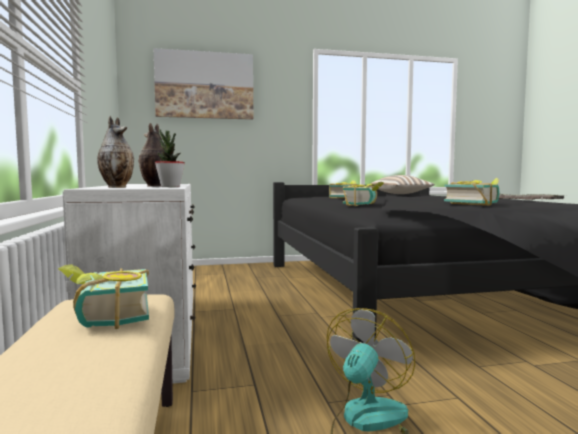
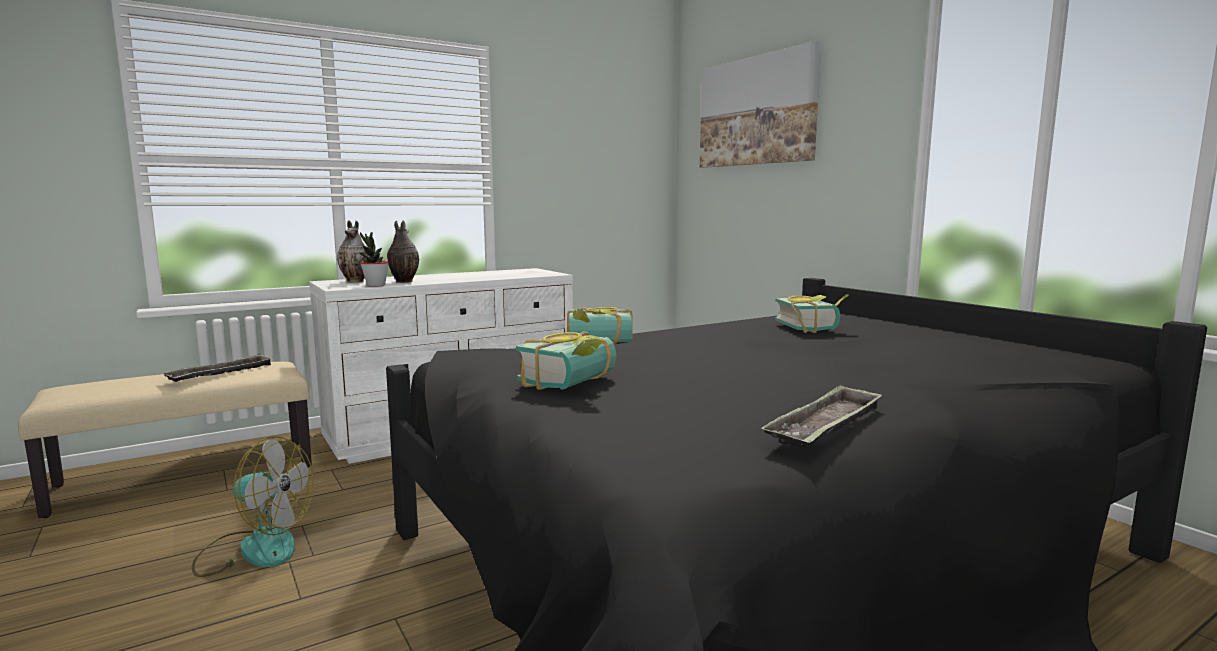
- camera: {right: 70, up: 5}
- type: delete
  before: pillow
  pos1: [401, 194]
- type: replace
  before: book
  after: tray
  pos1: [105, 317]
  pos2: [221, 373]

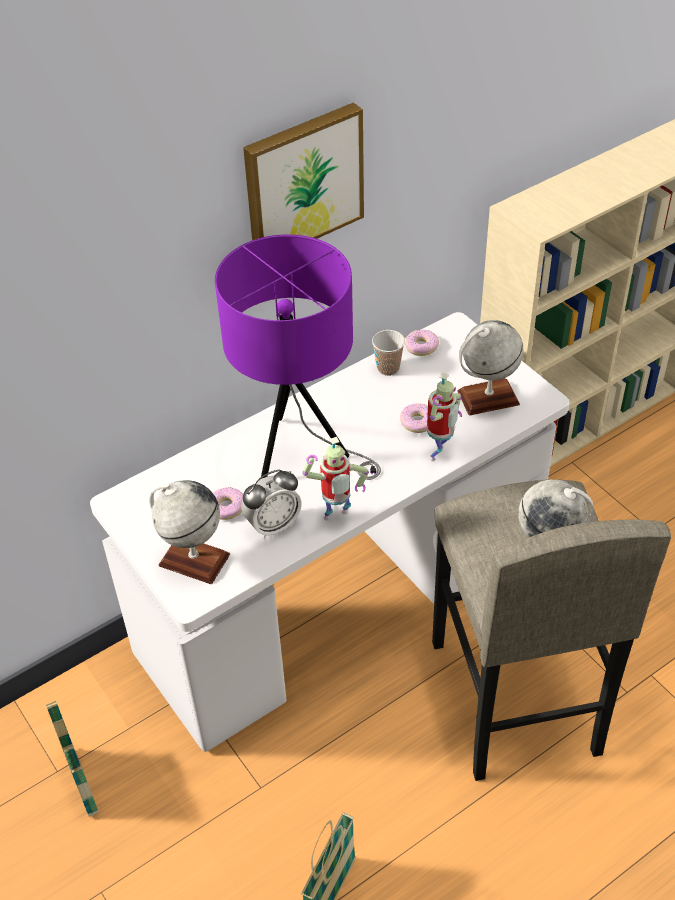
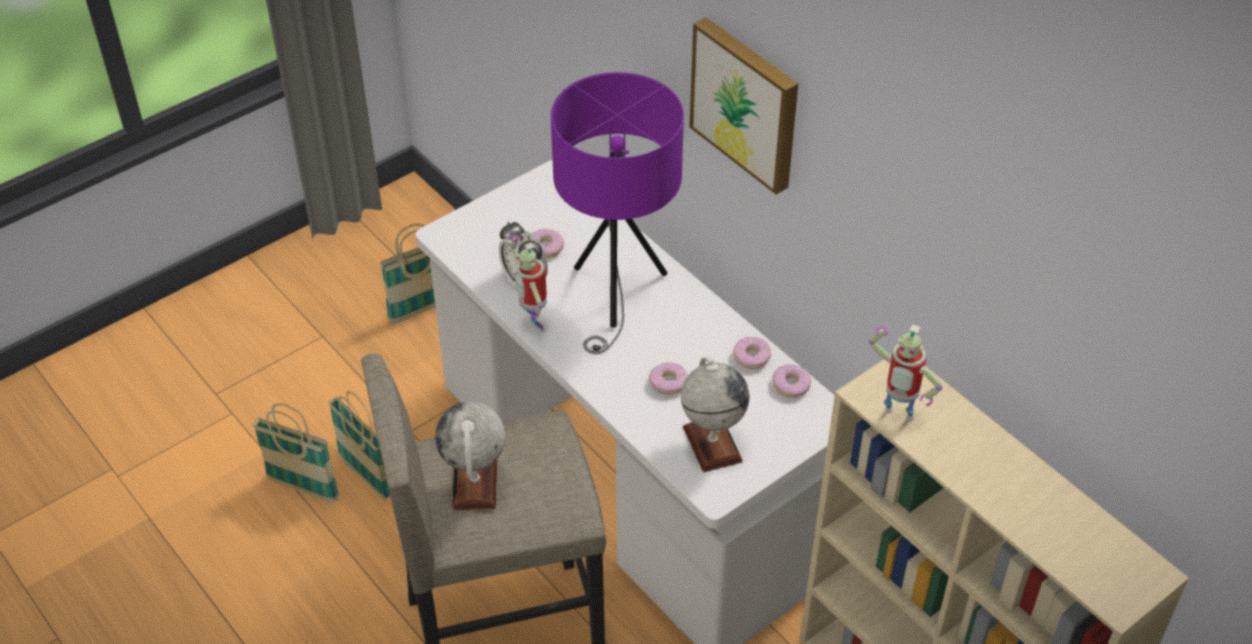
- camera: {right: 85, up: 0}
- type: replace
  before: cup
  after: donut
  pos1: [388, 368]
  pos2: [751, 357]
- type: move
  before: toy robot
  pos1: [439, 454]
  pos2: [896, 417]
- type: delete
  before: globe
  pos1: [194, 560]
- type: insert
  after: basket
  pos2: [366, 477]

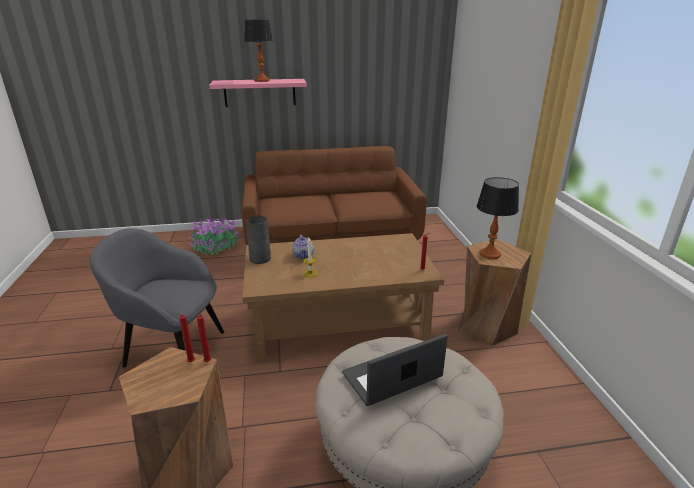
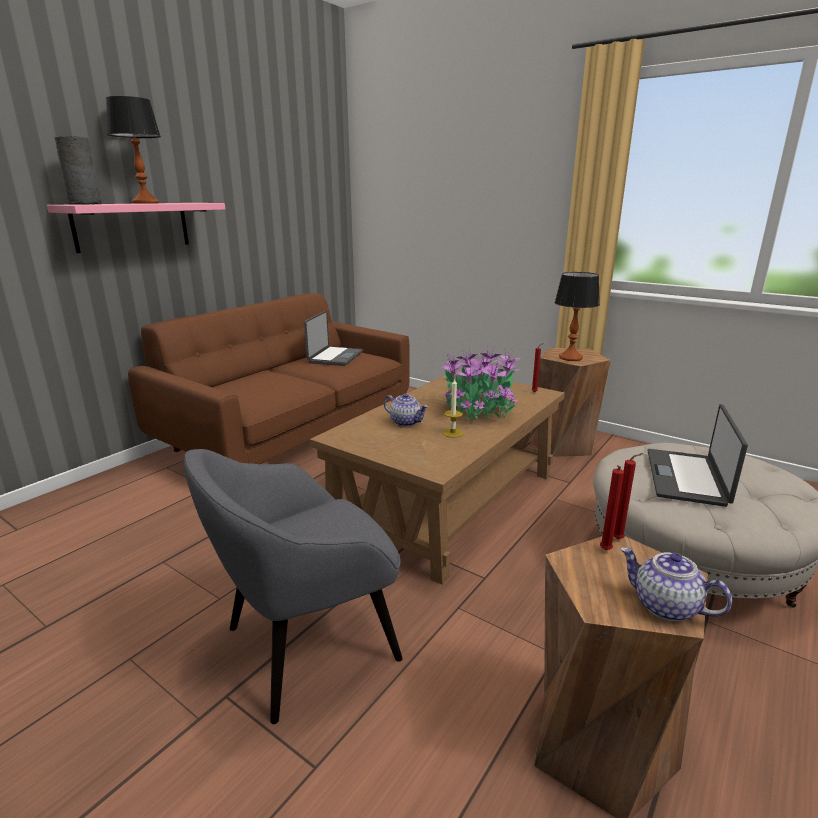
- camera: {right: -45, up: -5}
- type: move
  before: potted plant
  pos1: [216, 248]
  pos2: [479, 409]
- type: move
  before: vase/grey
  pos1: [260, 259]
  pos2: [86, 204]
- type: insert
  after: laptop
  pos2: [334, 357]
- type: insert
  after: teapot
  pos2: [665, 606]

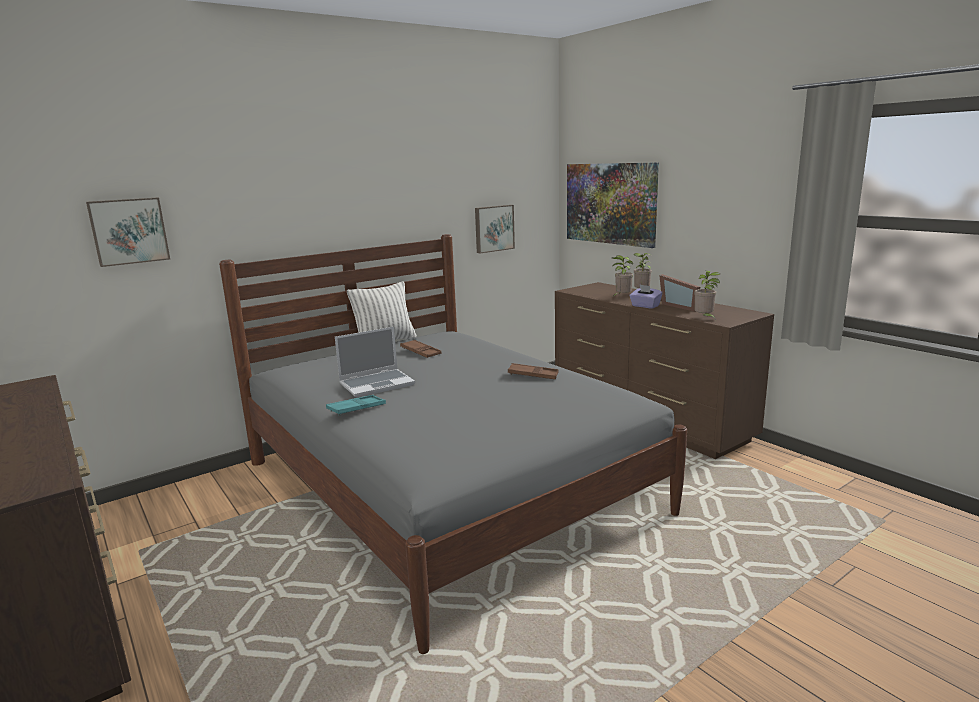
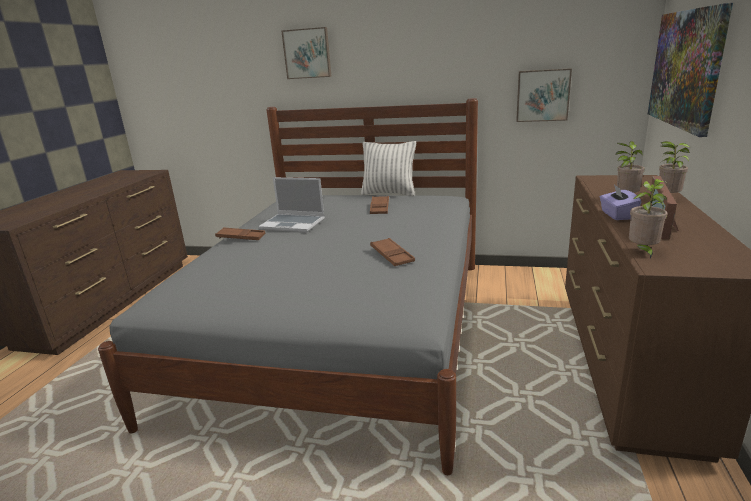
- camera: {right: 50, up: 5}
- type: move
  before: picture
  pos1: [129, 231]
  pos2: [307, 53]
- type: recolor
  before: tray/turquoise
  after: tray/brown
  pos1: [356, 408]
  pos2: [241, 237]

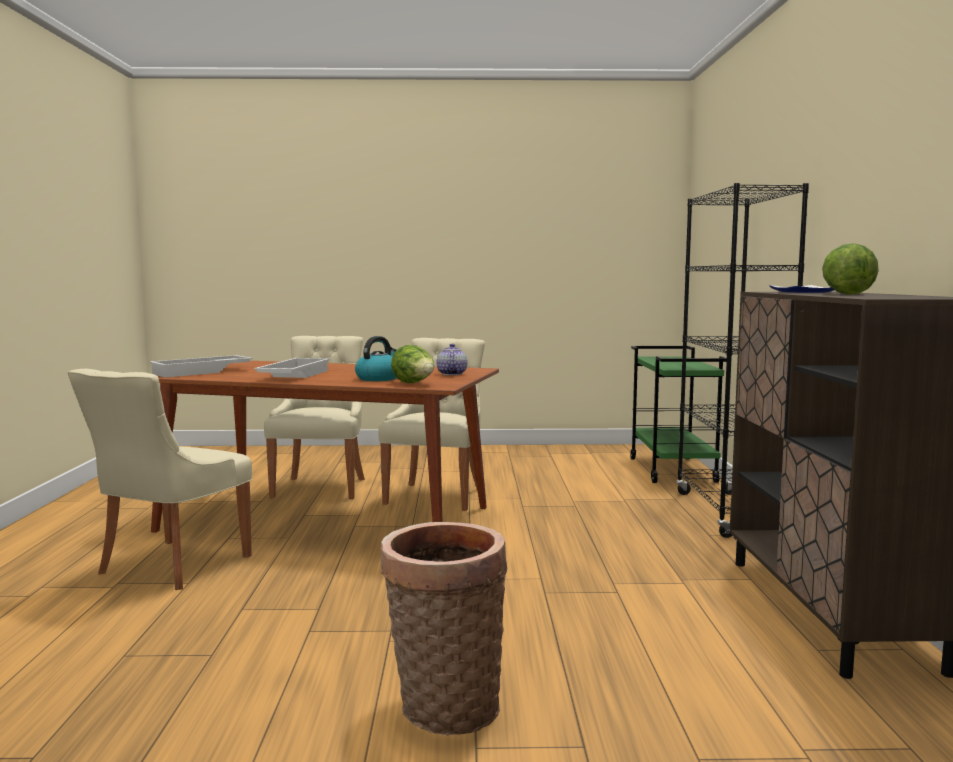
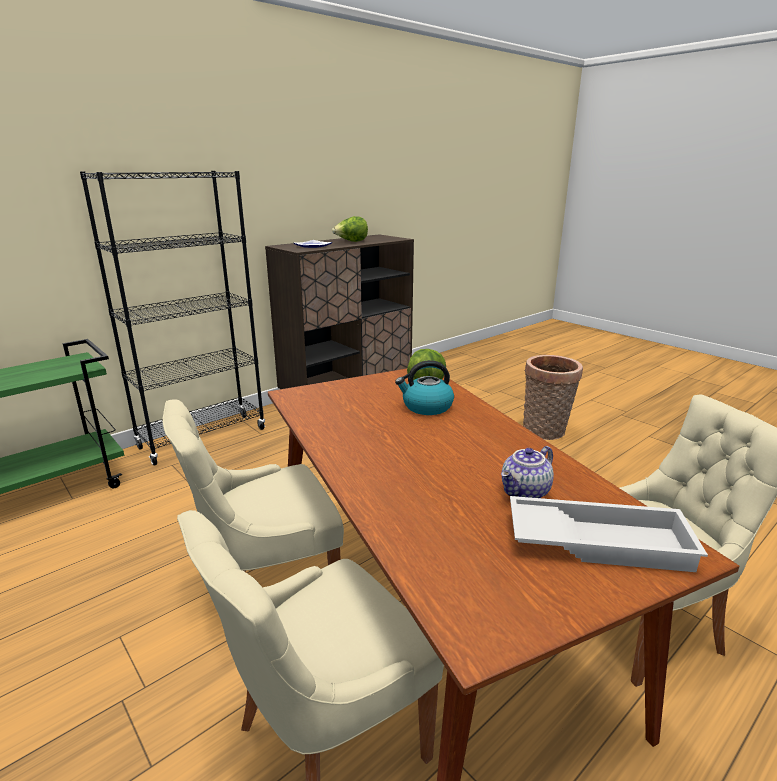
- camera: {right: -130, up: 15}
- type: move
  before: teapot
  pos1: [451, 374]
  pos2: [526, 492]
- type: delete
  before: tray/white
  pos1: [293, 375]

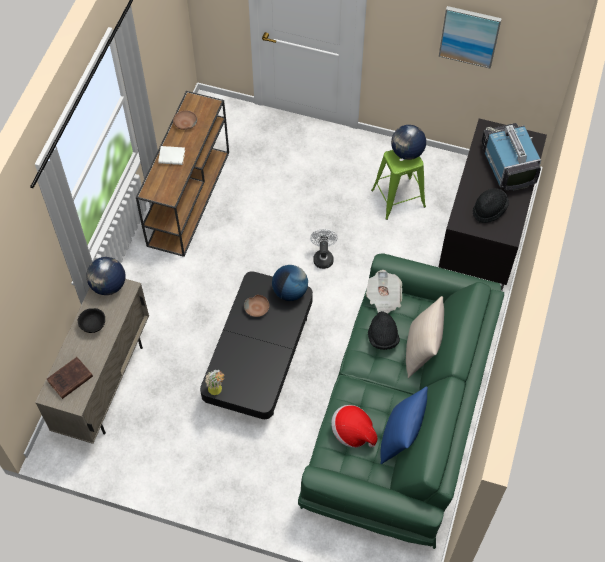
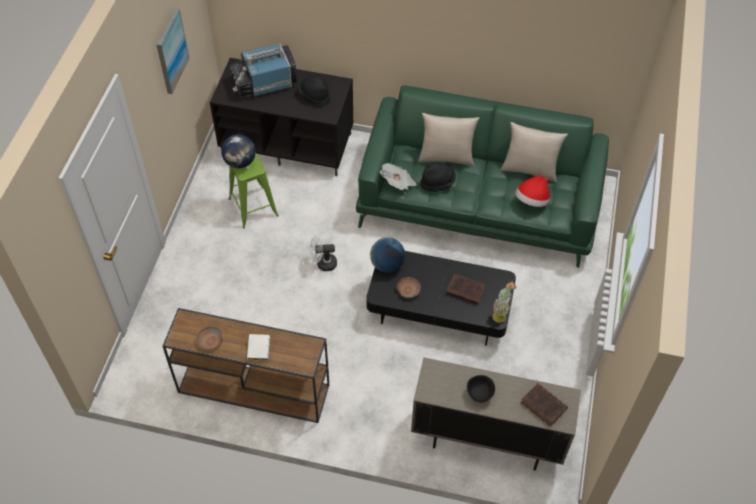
- camera: {right: -95, up: -5}
- type: delete
  before: globe
  pos1: [108, 286]
- type: recolor
  before: pillow/blue
  after: pillow/beige
  pos1: [401, 437]
  pos2: [530, 169]
- type: insert
  after: book/brown
  pos2: [464, 290]

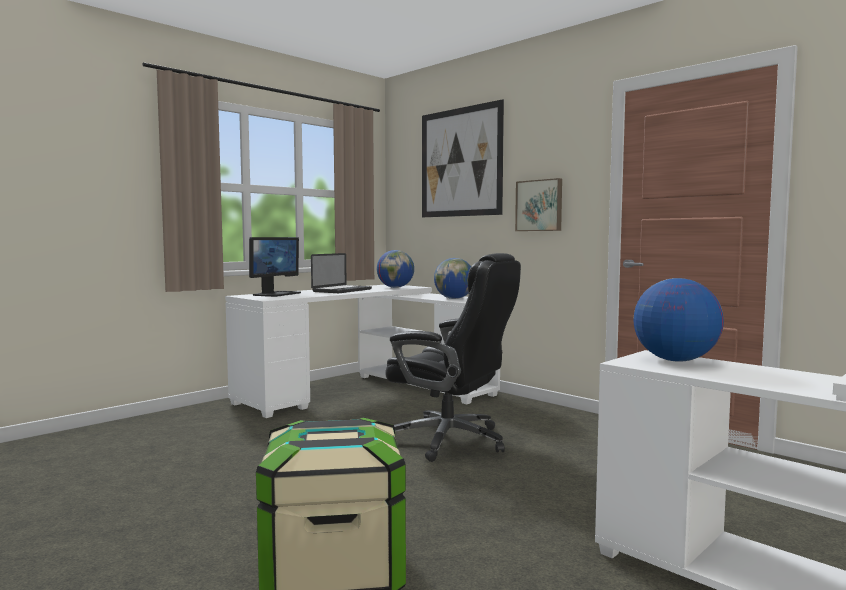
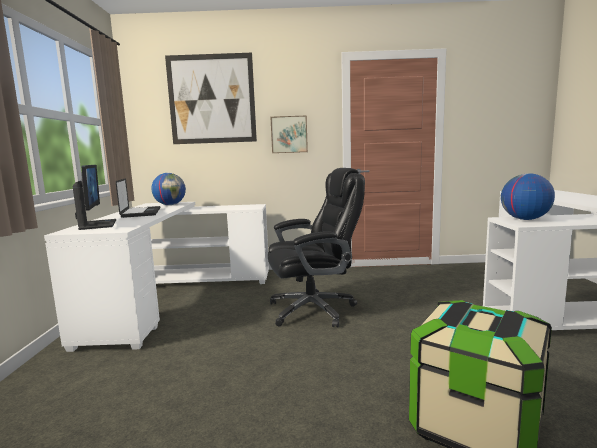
- camera: {right: -45, up: 5}
- type: delete
  before: globe
  pos1: [454, 298]

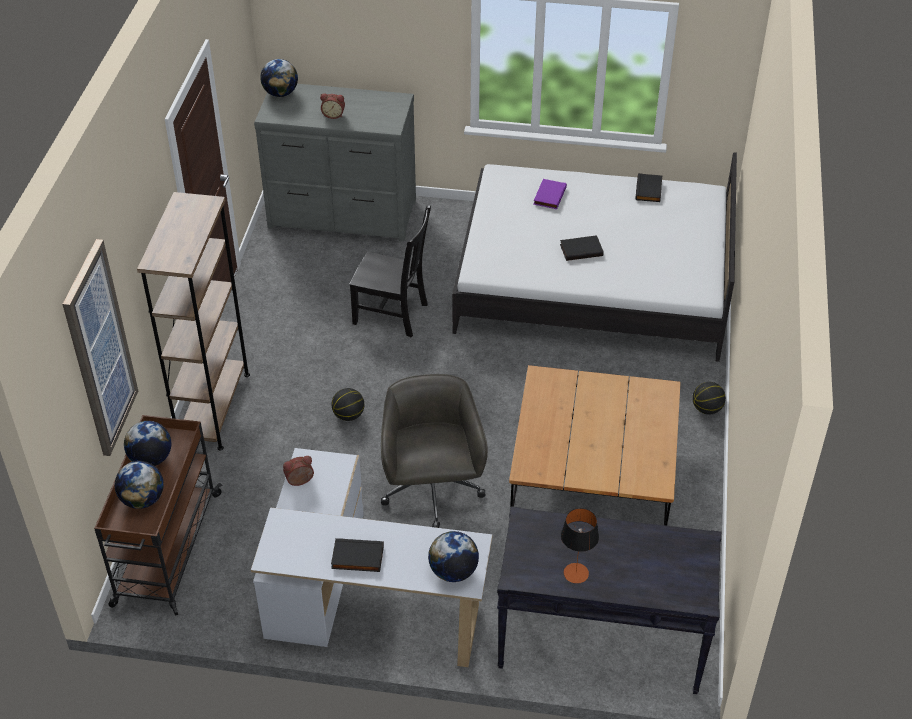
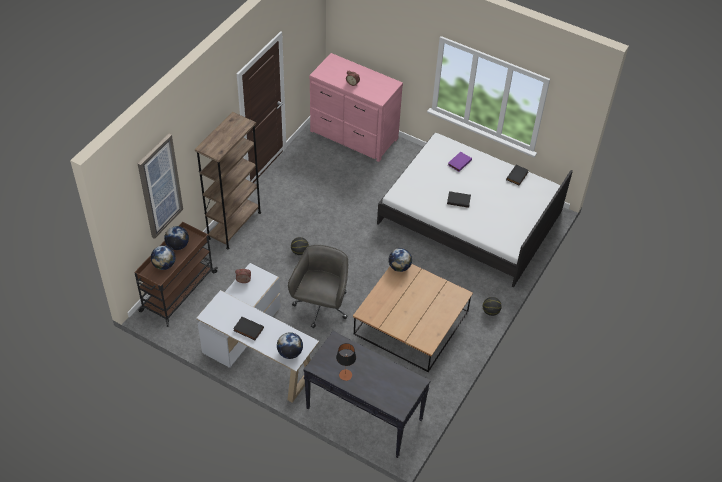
- camera: {right: 20, up: 5}
- type: move
  before: globe
  pos1: [280, 93]
  pos2: [399, 267]
- type: recolor
  before: dresser/grey
  after: dresser/pink
  pos1: [342, 215]
  pos2: [353, 136]
- type: delete
  before: chair/black
  pos1: [393, 314]

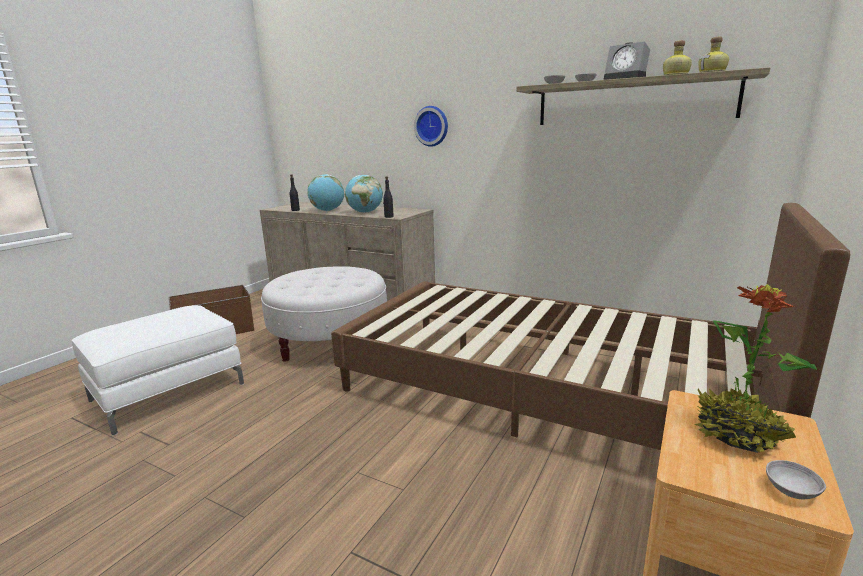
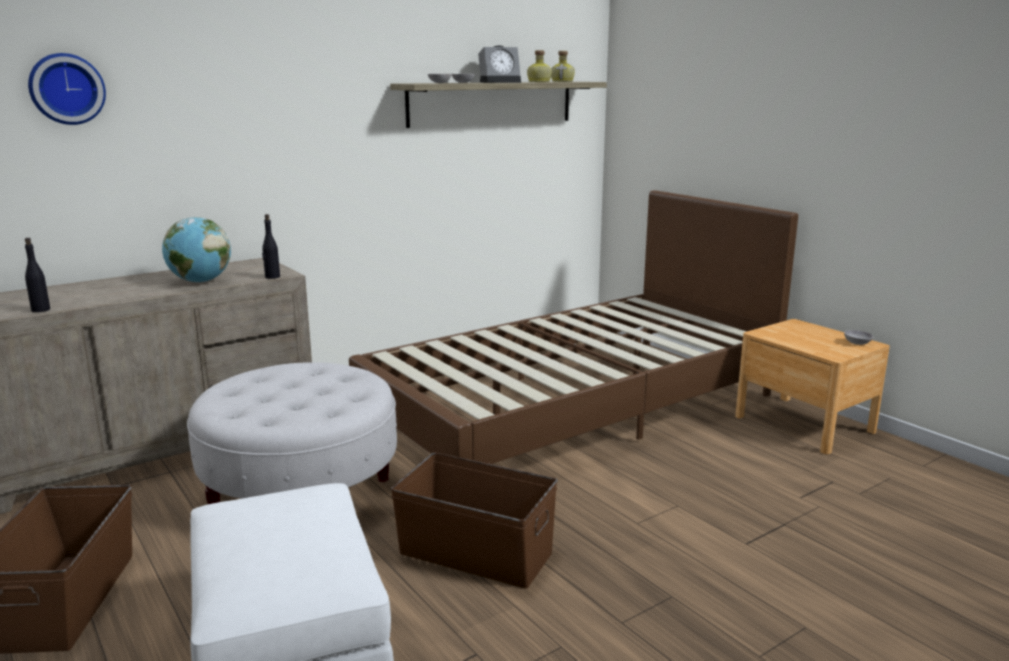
- camera: {right: -65, up: 0}
- type: move
  before: wall clock
  pos1: [432, 126]
  pos2: [66, 89]
- type: delete
  before: globe
  pos1: [327, 211]
- type: delete
  before: potted plant
  pos1: [737, 435]
- type: insert
  after: storage box/brown
  pos2: [475, 552]

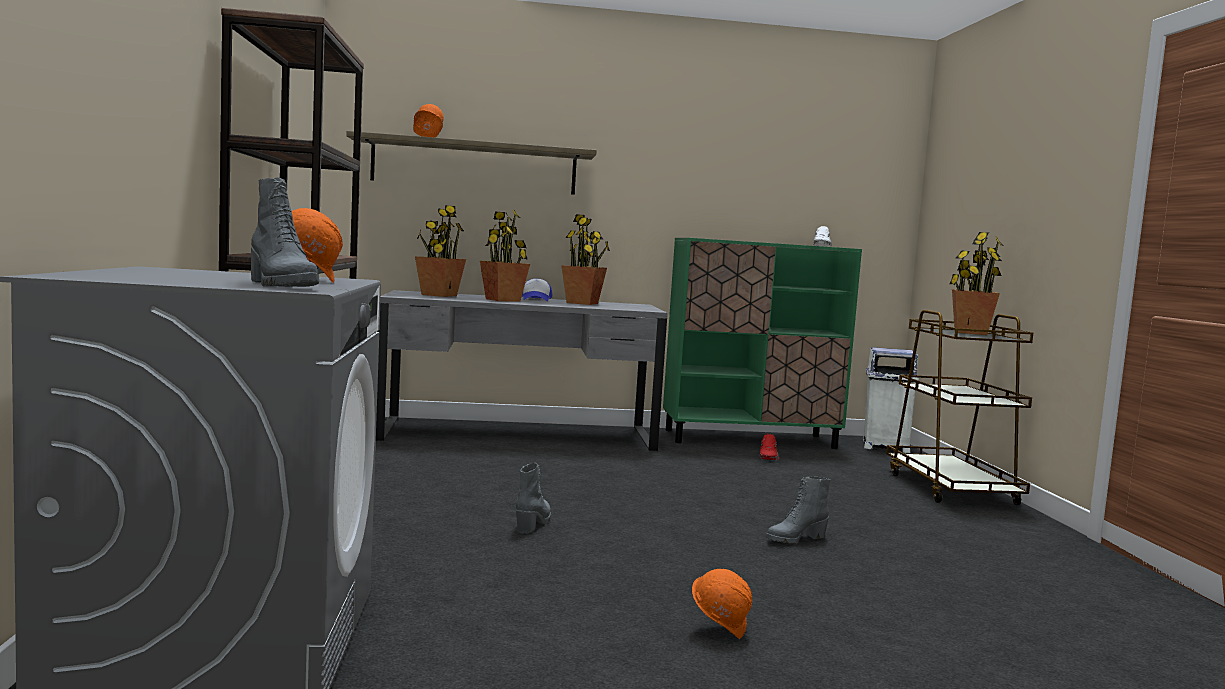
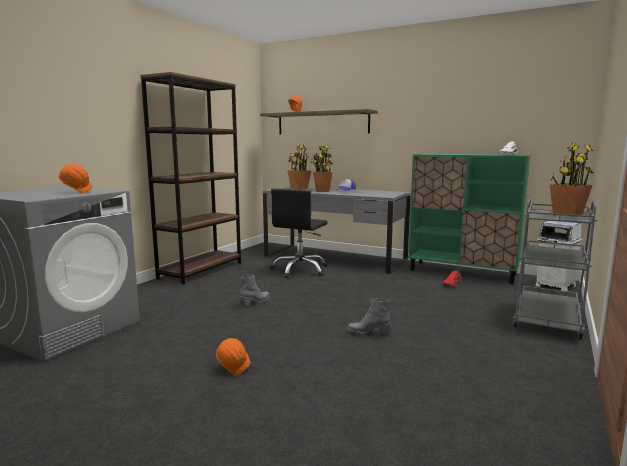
- camera: {right: 35, up: 5}
- type: delete
  before: boot/grey
  pos1: [280, 286]
- type: delete
  before: potted plant
  pos1: [582, 303]
- type: recolor
  before: cart/brown
  after: cart/grey
  pos1: [951, 488]
  pos2: [547, 320]
- type: insert
  after: office chair/black
  pos2: [300, 270]

